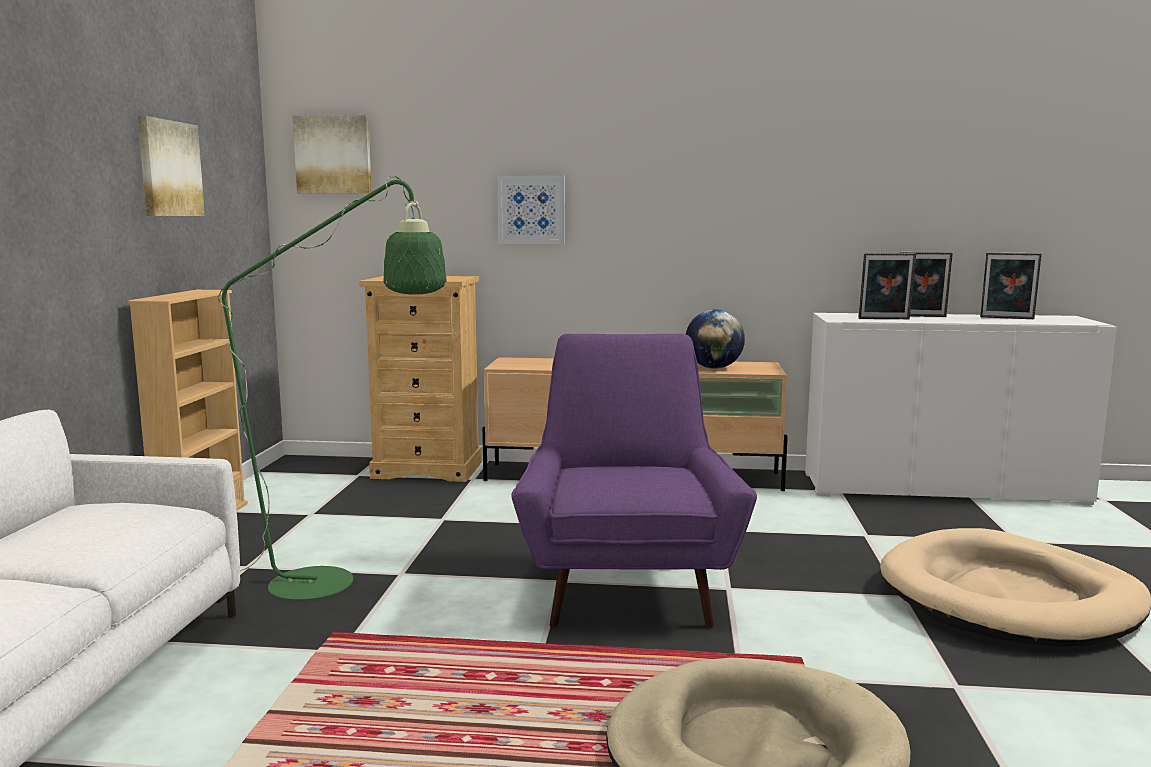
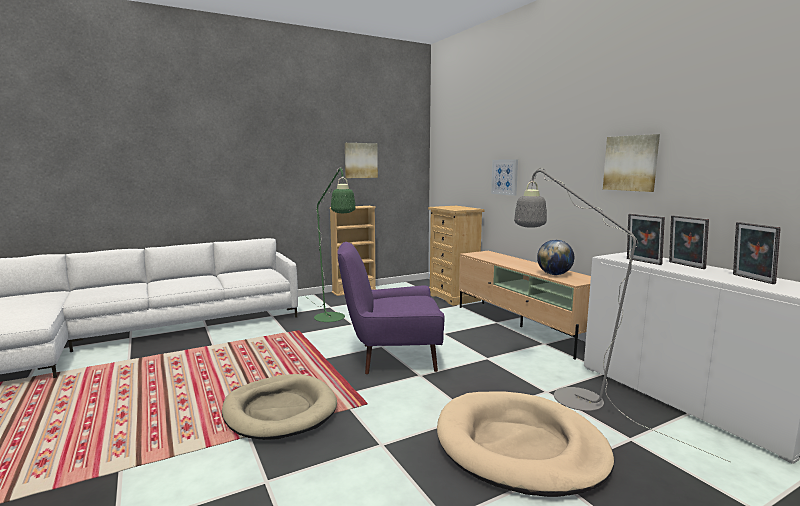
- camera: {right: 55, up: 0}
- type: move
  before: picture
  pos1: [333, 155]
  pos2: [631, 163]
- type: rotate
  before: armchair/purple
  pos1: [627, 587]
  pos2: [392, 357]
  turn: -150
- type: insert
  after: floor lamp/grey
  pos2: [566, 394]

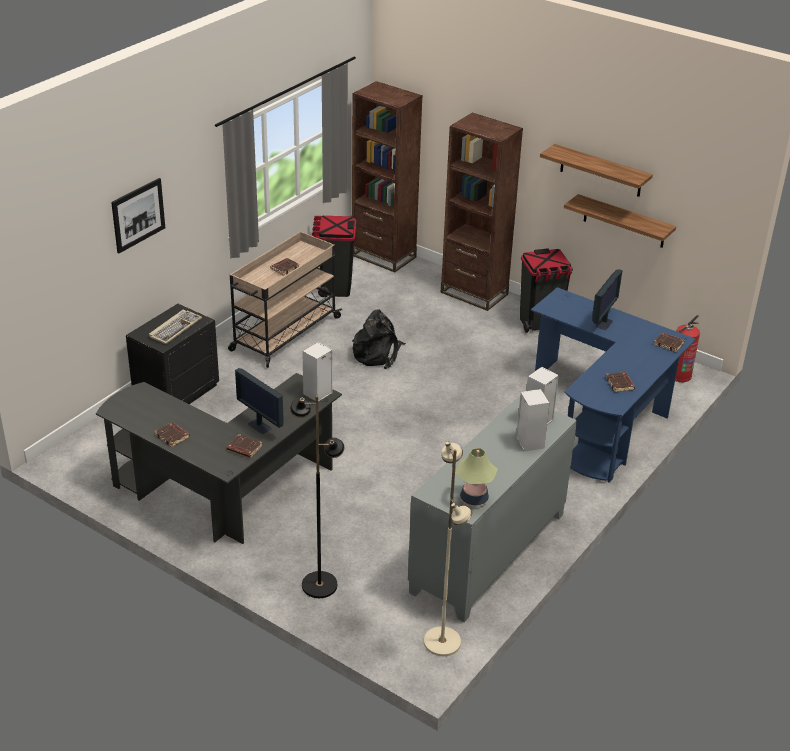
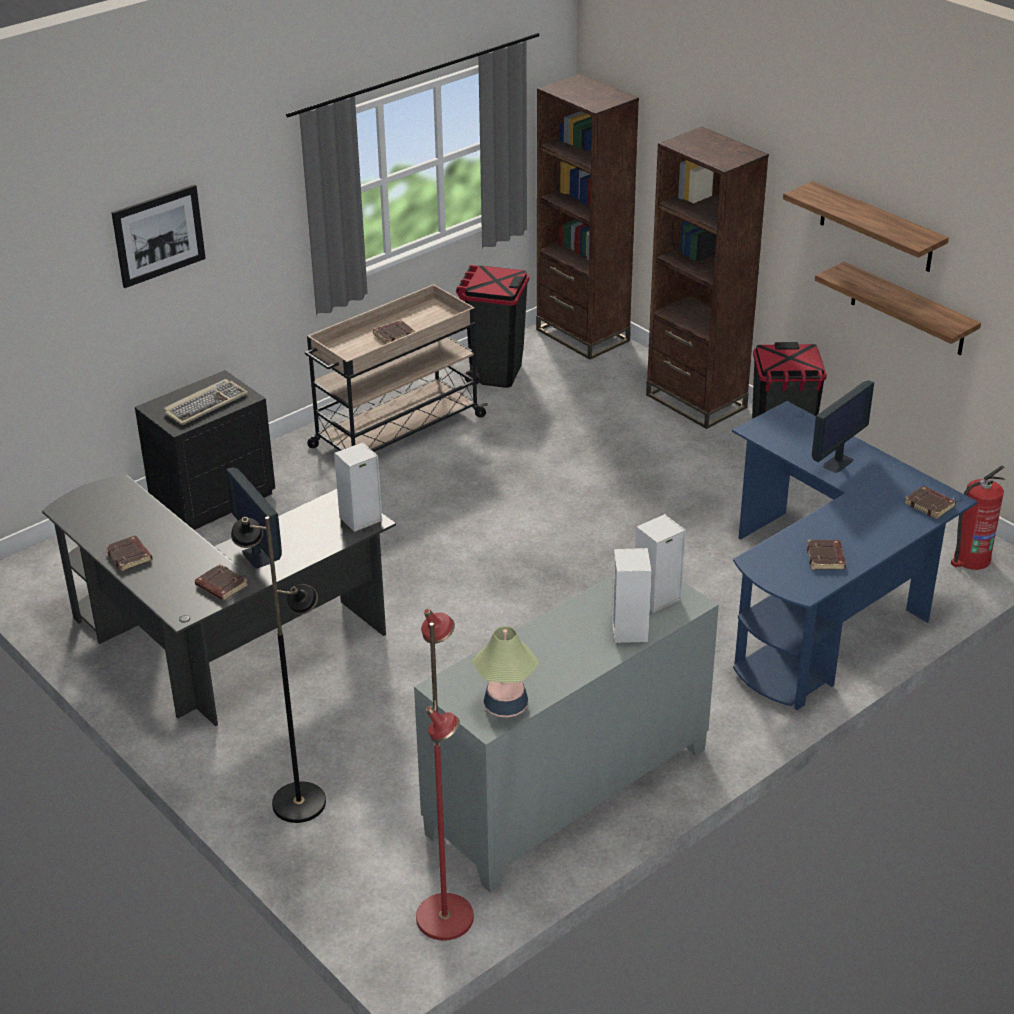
- camera: {right: 15, up: 0}
- type: delete
  before: backpack/black
  pos1: [377, 354]
- type: recolor
  before: floor lamp/beige
  after: floor lamp/red
  pos1: [443, 642]
  pos2: [446, 917]

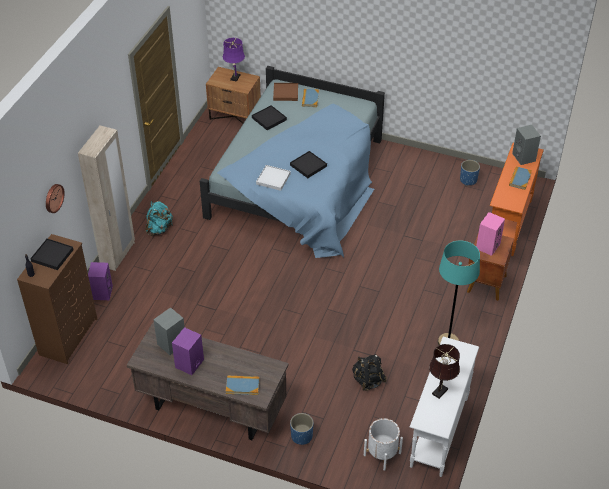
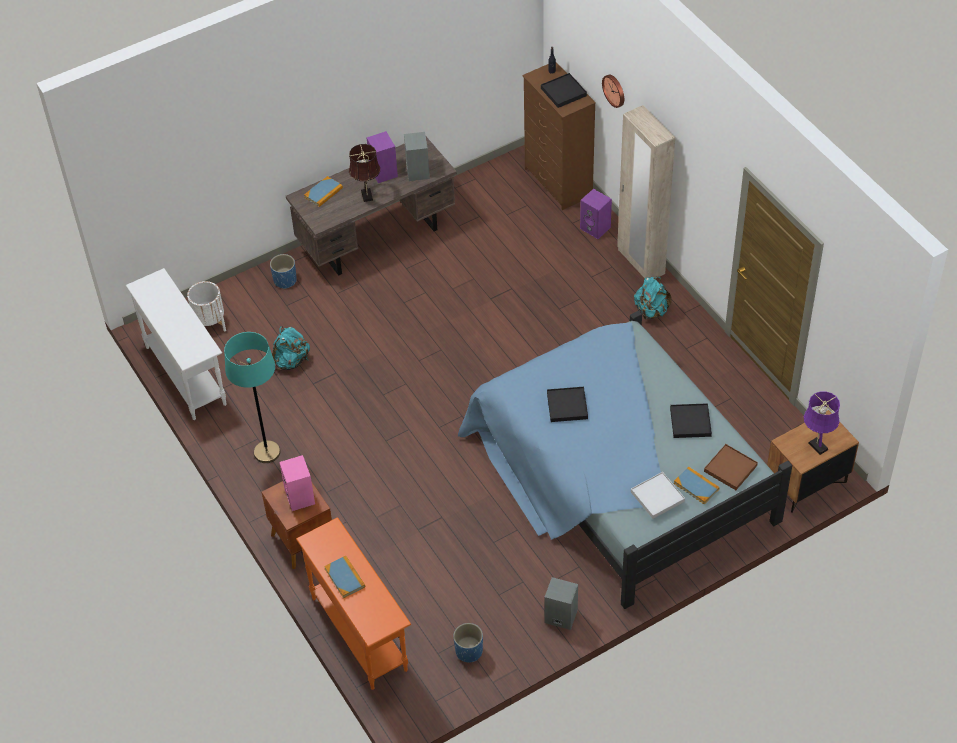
- camera: {right: 130, up: 5}
- type: move
  before: speaker/grey
  pos1: [524, 157]
  pos2: [560, 616]
- type: move
  before: tray/white
  pos1: [273, 179]
  pos2: [657, 497]
- type: move
  before: table lamp/brown
  pos1: [441, 390]
  pos2: [367, 197]
- type: recolor
  before: backpack/black
  after: backpack/turquoise
  pos1: [368, 380]
  pos2: [291, 361]

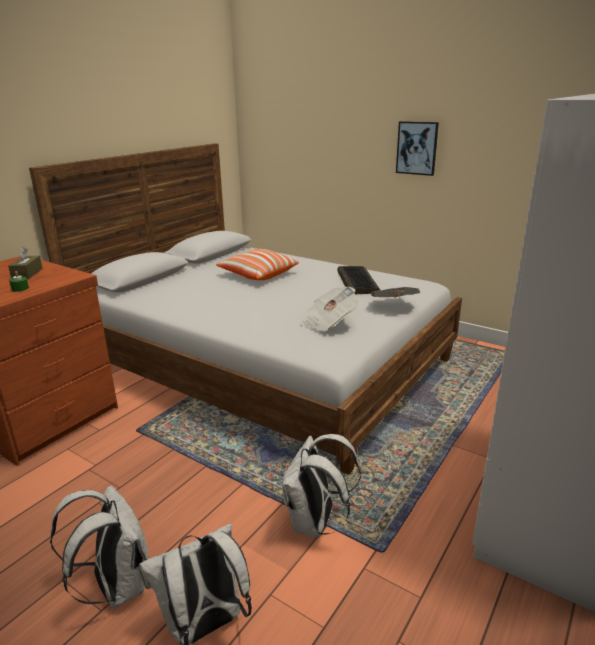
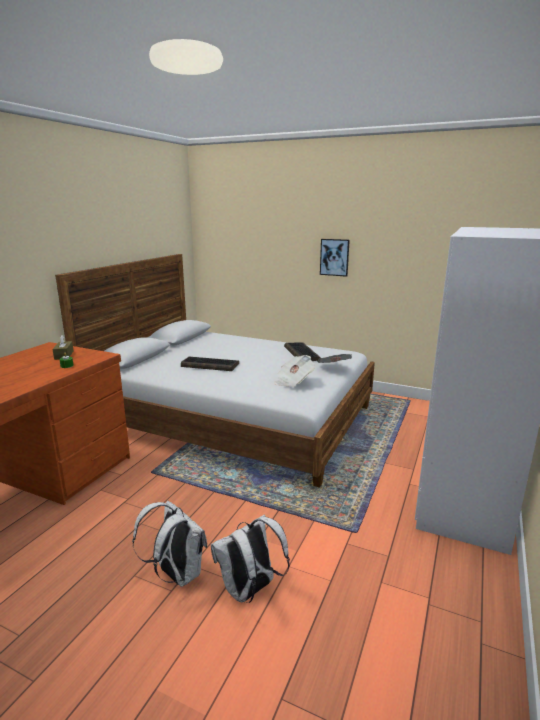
- camera: {right: -10, up: -5}
- type: delete
  before: pillow
  pos1: [257, 275]
- type: delete
  before: backpack/white
  pos1: [315, 523]
- type: insert
  after: keyboard
  pos2: [209, 365]

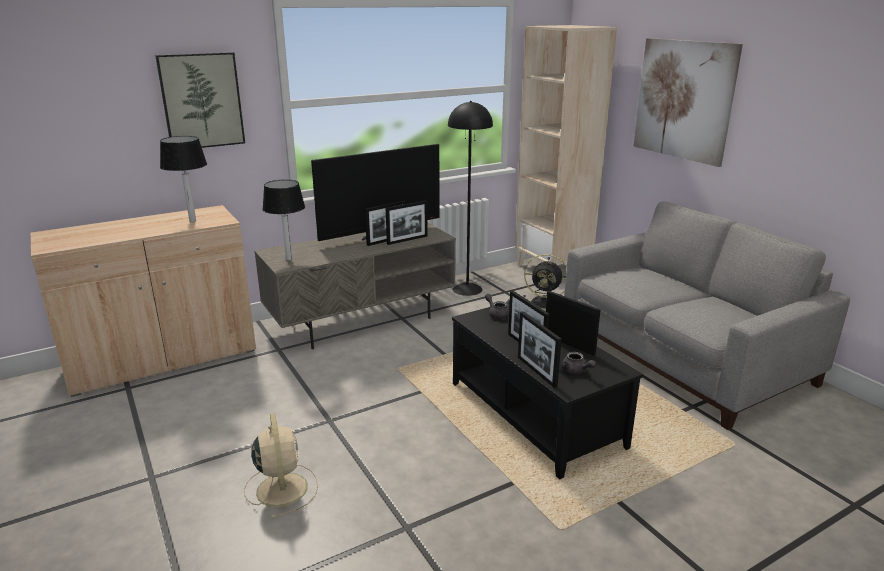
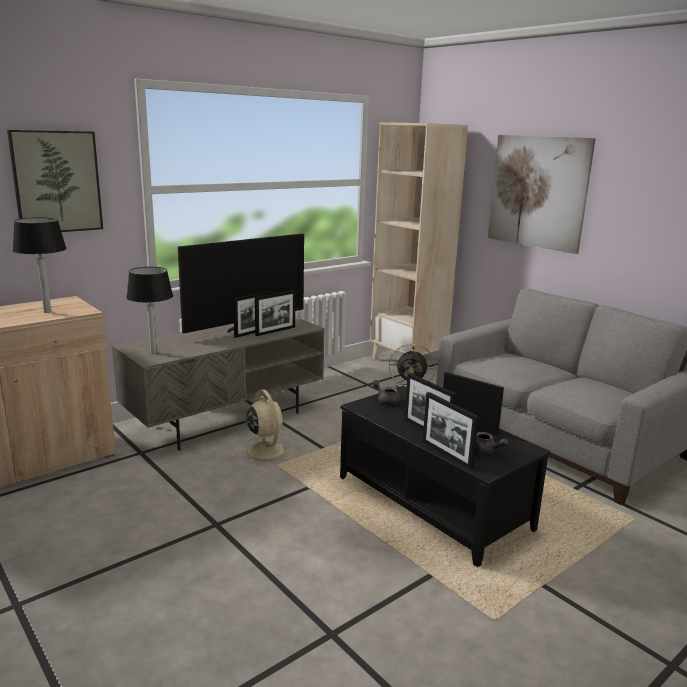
- camera: {right: -10, up: -5}
- type: delete
  before: floor lamp/black
  pos1: [467, 289]
- type: move
  before: fan/beige
  pos1: [281, 488]
  pos2: [265, 450]

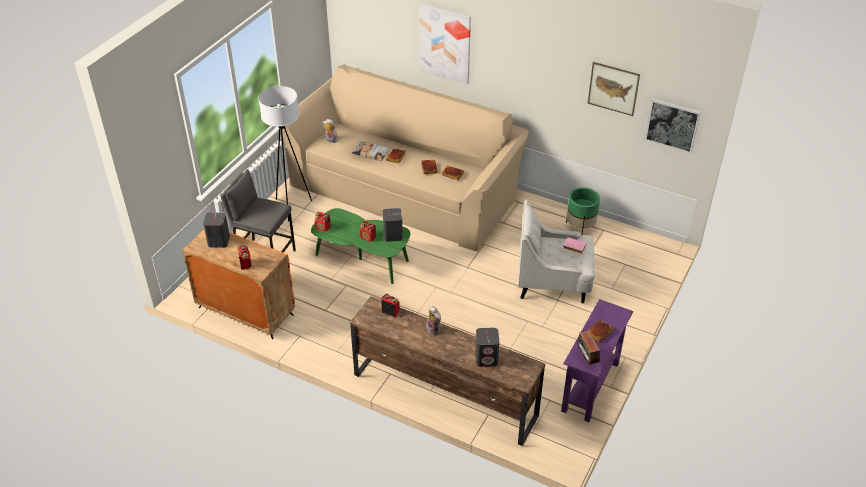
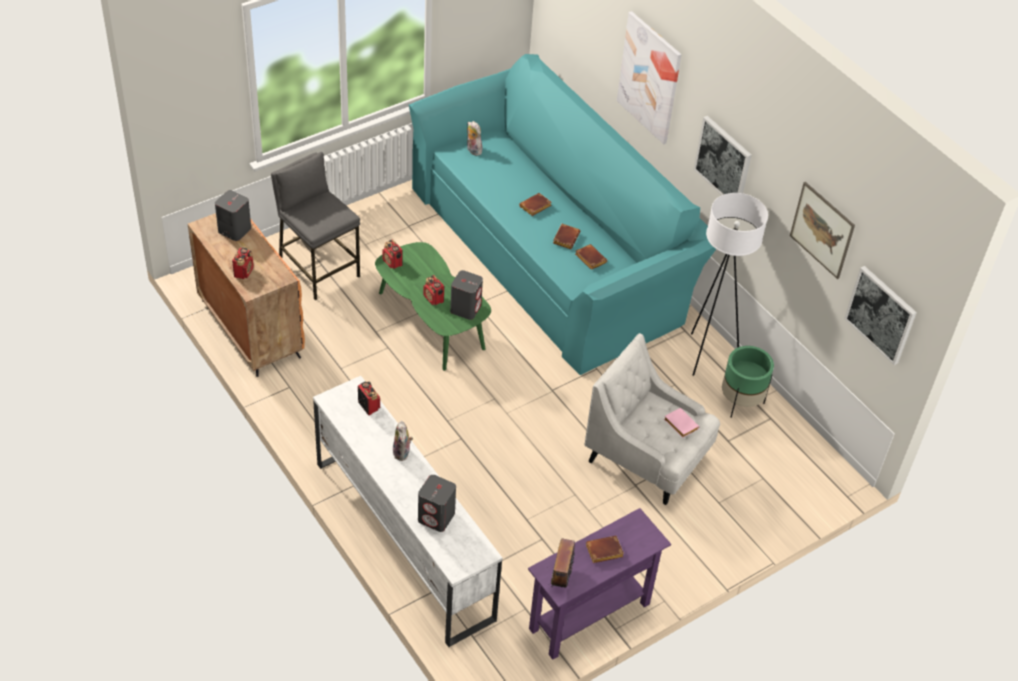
- camera: {right: 25, up: 5}
- type: recolor
  before: sofa/beige
  after: sofa/turquoise
  pos1: [406, 188]
  pos2: [552, 251]
- type: move
  before: floor lamp/white
  pos1: [292, 207]
  pos2: [707, 355]
- type: delete
  before: pillow
  pos1: [371, 153]
- type: recolor
  before: tv stand/brown
  after: tv stand/white
  pos1: [444, 394]
  pos2: [403, 539]
- type: insert
  after: picture
  pos2: [723, 161]

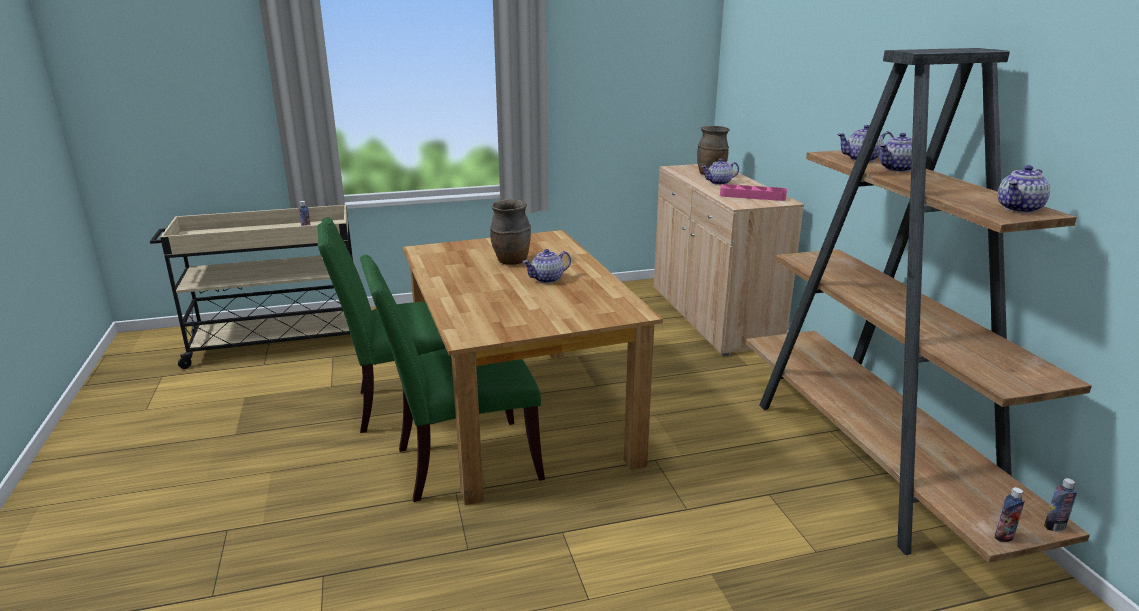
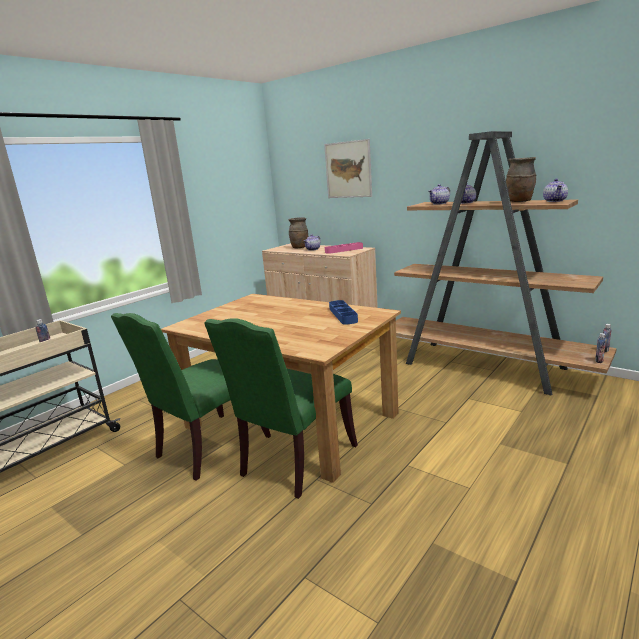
- camera: {right: -35, up: -5}
- type: move
  before: vase/brown
  pos1: [511, 261]
  pos2: [519, 201]
- type: delete
  before: teapot
  pos1: [547, 279]
- type: insert
  after: picture
  pos2: [348, 169]
- type: insert
  after: tray/blue
  pos2: [343, 315]

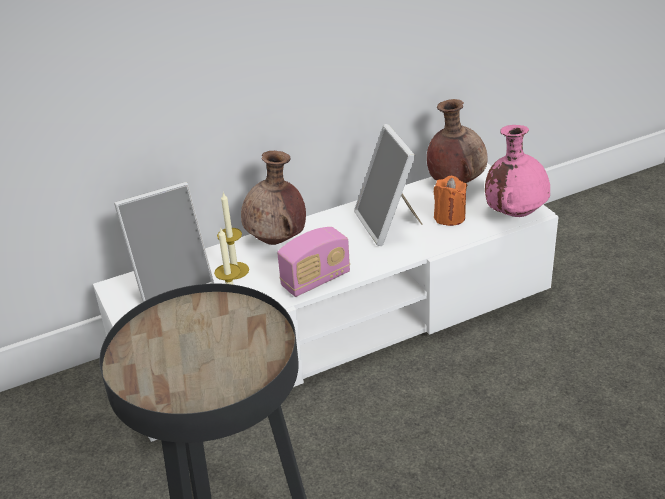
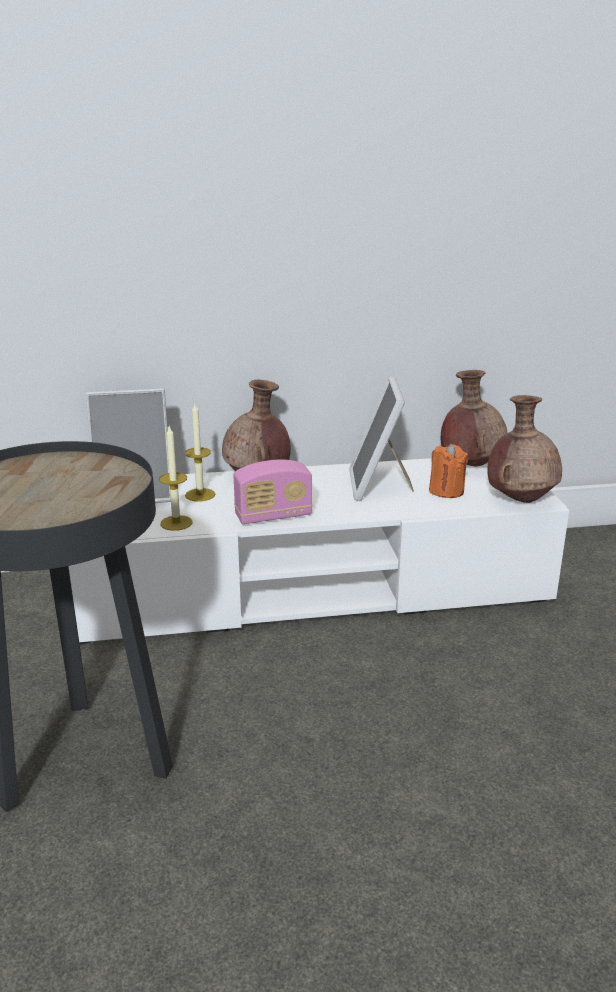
- camera: {right: 15, up: -10}
- type: recolor
  before: vase/pink
  after: vase/brown
  pos1: [515, 213]
  pos2: [521, 499]

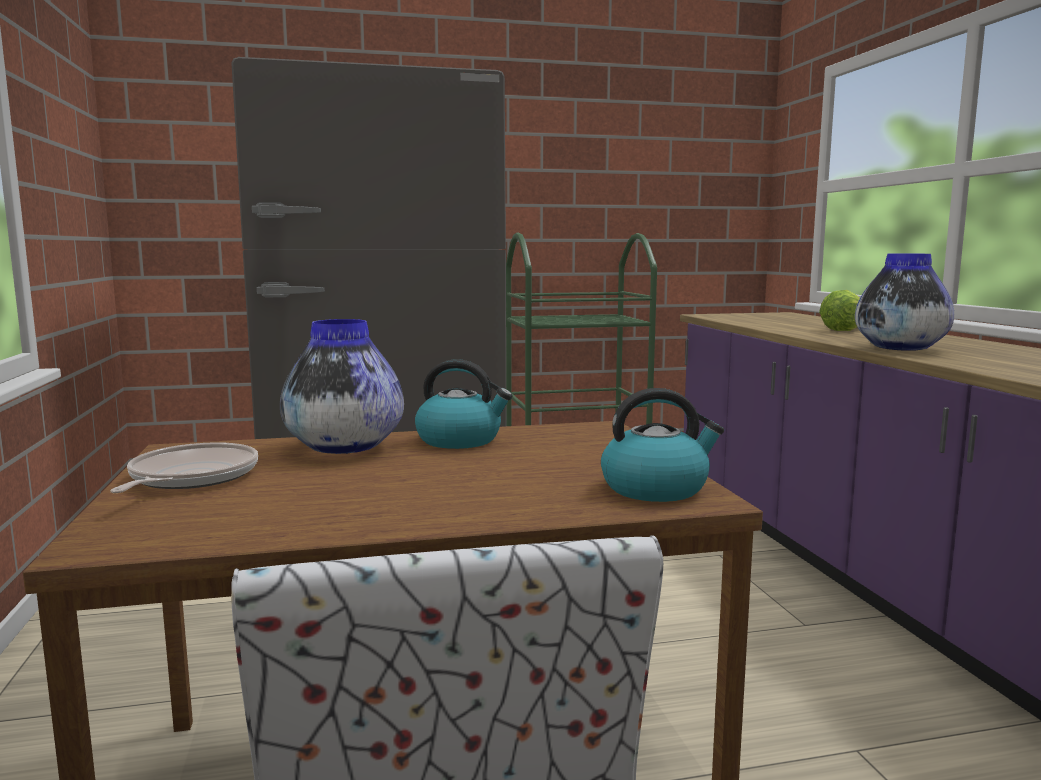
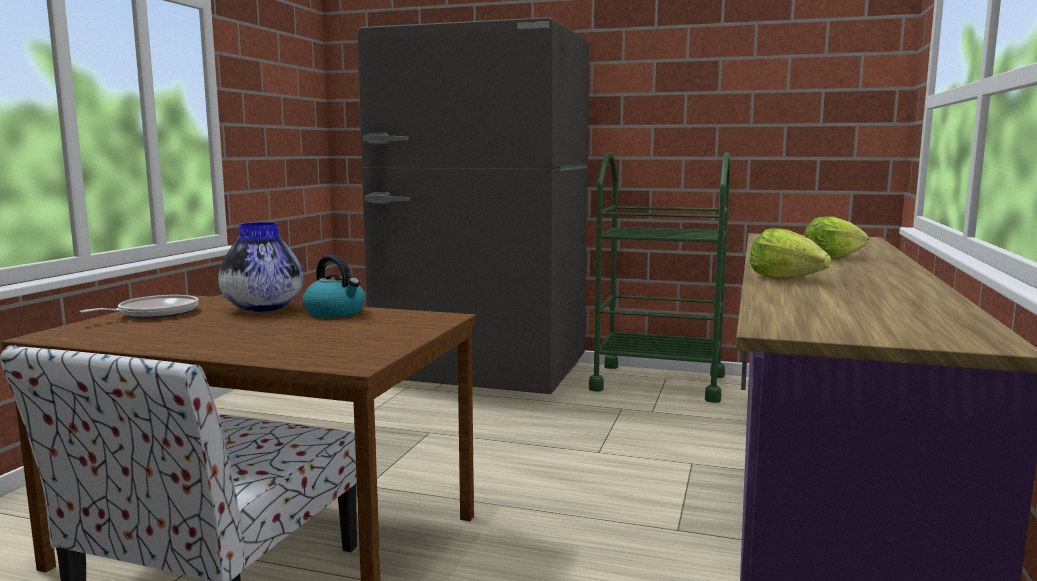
- camera: {right: 30, up: 0}
- type: replace
  before: vase
  after: lettuce
  pos1: [899, 349]
  pos2: [784, 278]
- type: delete
  before: kettle
  pos1: [656, 488]

